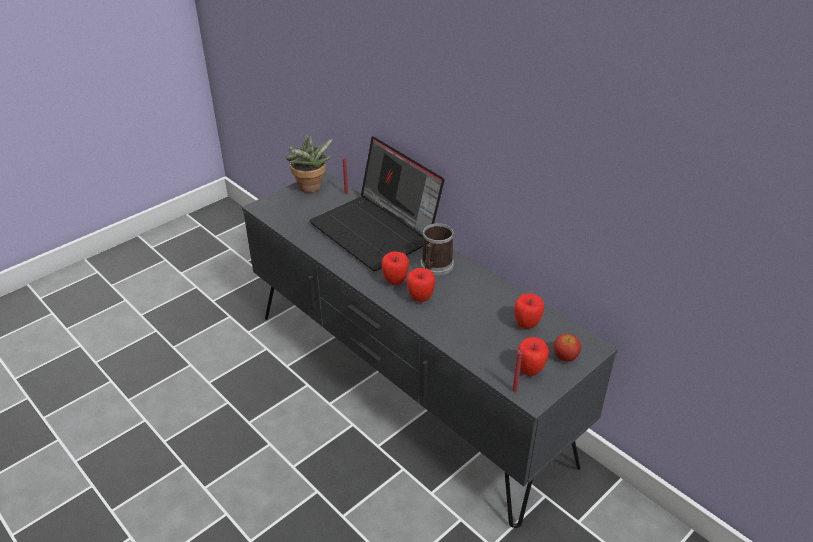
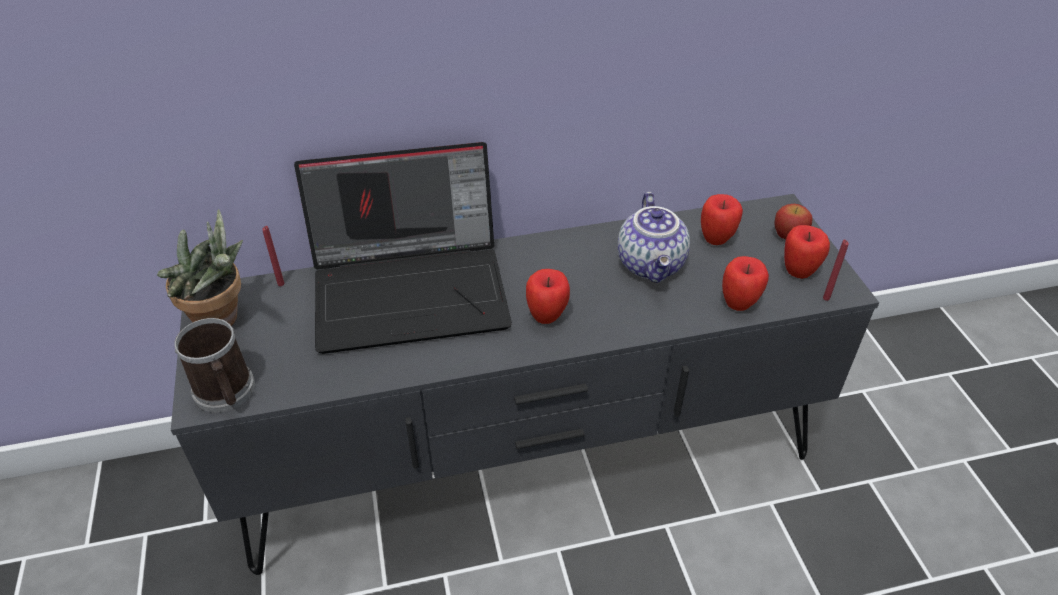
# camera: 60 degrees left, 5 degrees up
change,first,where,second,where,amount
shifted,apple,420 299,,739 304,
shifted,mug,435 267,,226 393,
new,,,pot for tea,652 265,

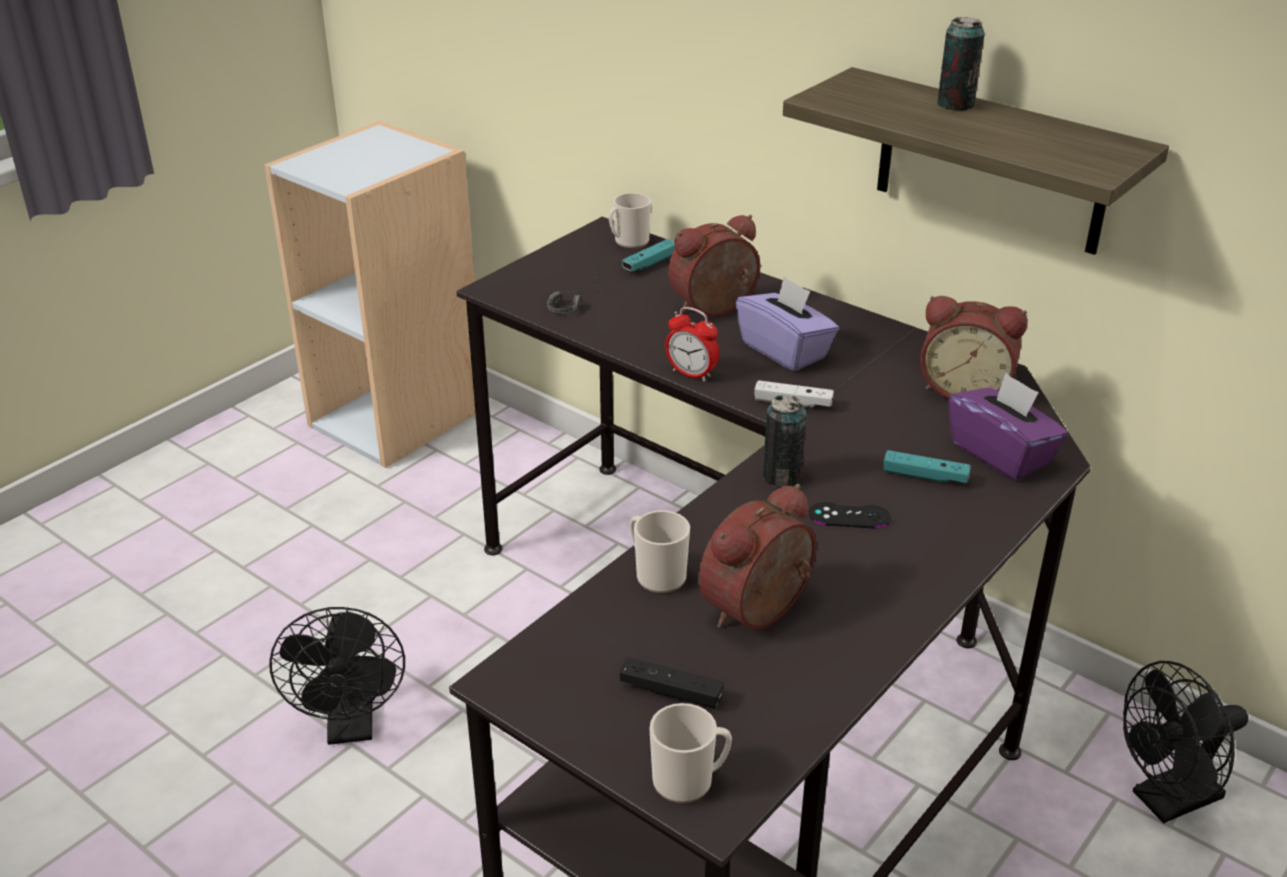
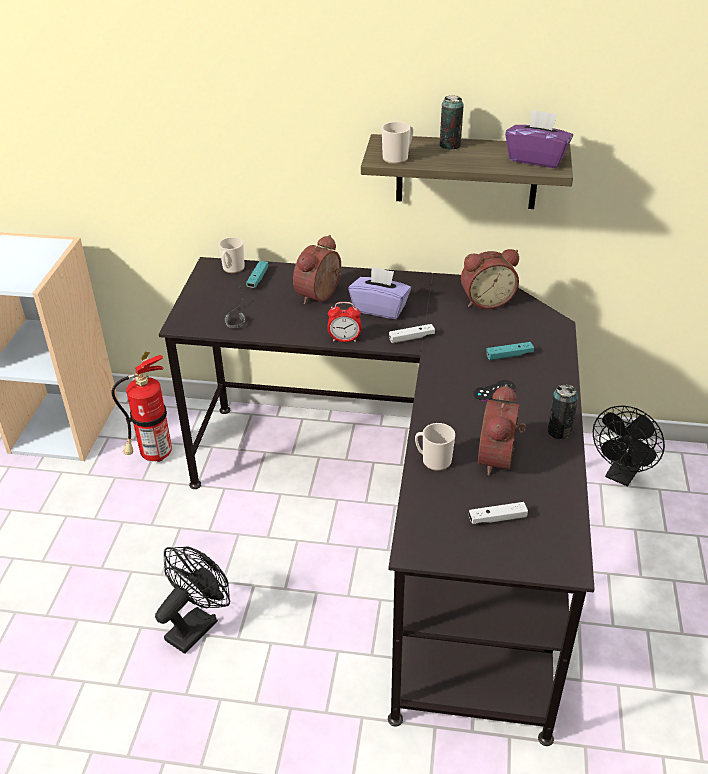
# camera: 30 degrees left, 5 degrees up
change,first,where,second,where,amount
rotated,blackish fan,352 726,,197 625,105 degrees counterclockwise
repainted,blackish joypad,671 692,white-coloured joypad,497 518,
shifted,mug,689 780,,398 157,
shifted,can,782 477,,559 432,
shifted,purple tissue box,1001 454,,536 159,
new,,,fire-fighting cylinder,153 456,

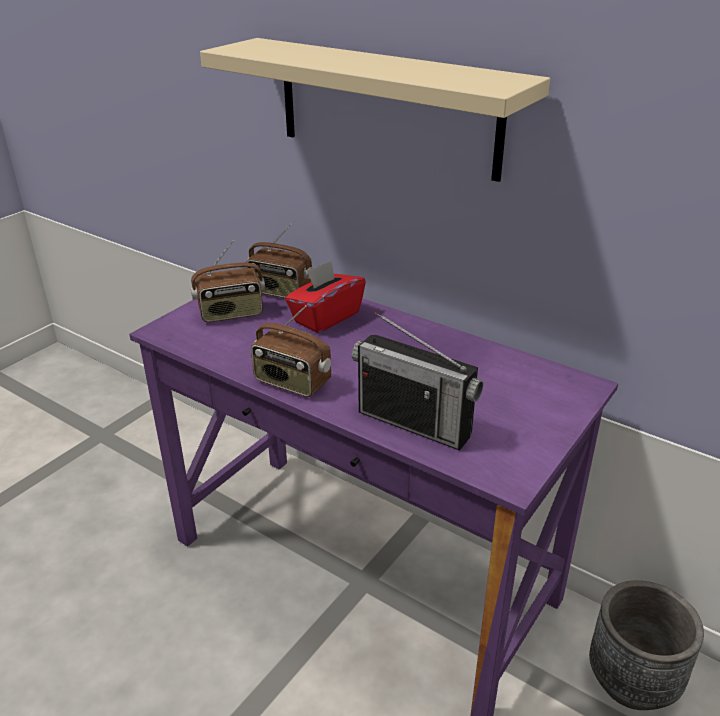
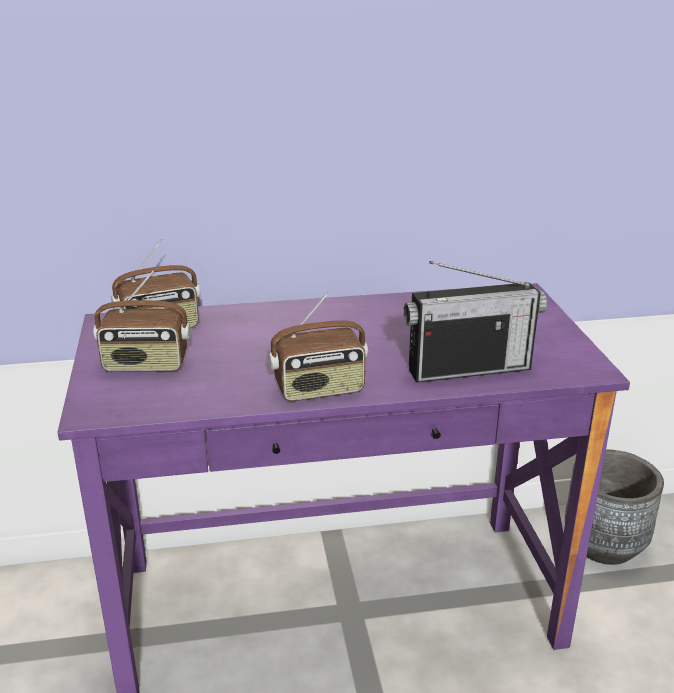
# camera: 45 degrees left, 5 degrees down
change,first,where,second,where,amount
rotated,radio receiver,231 314,,145 365,60 degrees clockwise
gone,sand-coloured shelf,386 107,,,
gone,red tissue box,326 317,,,

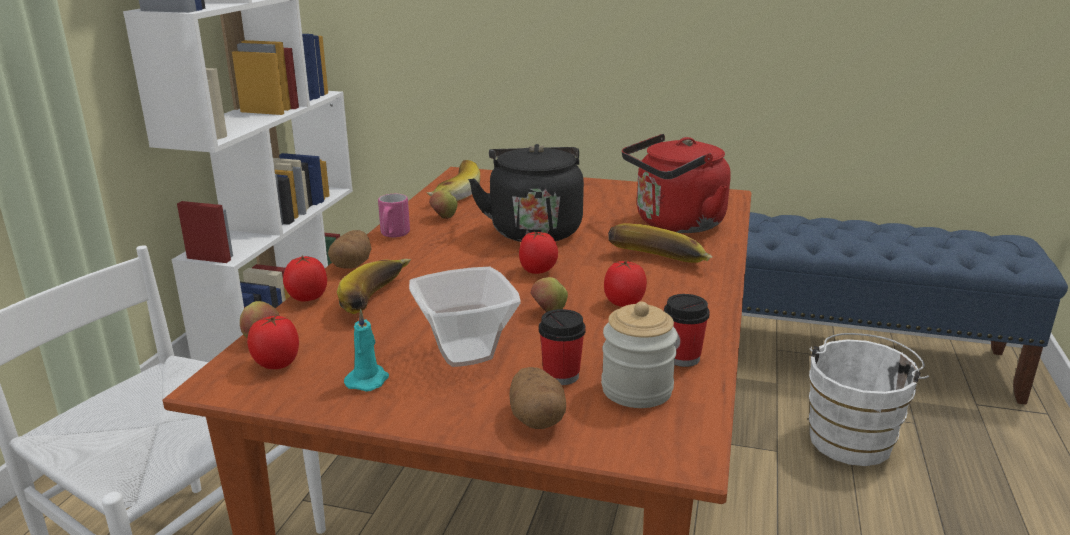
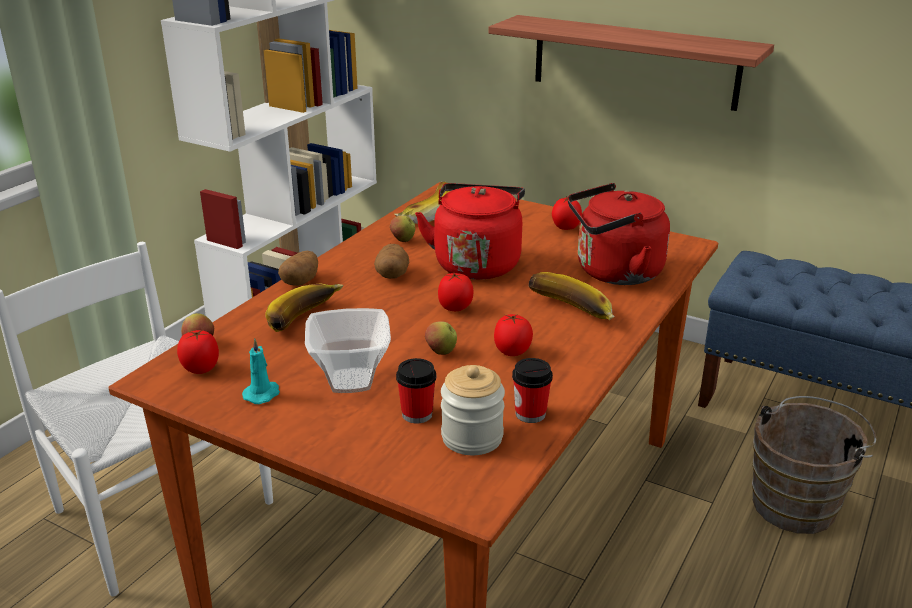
# camera: 15 degrees right, 5 degrees up
change,first,where,second,where,amount
shifted,fresh tomato,307 299,,565 228,
gone,pink mug,393 235,,,
repainted,blackish kettle,534 229,red kettle,477 263,
shifted,spud,536 418,,392 274,
repainted,white-coloured water bucket,852 438,brown water bucket,798 503,
new,,,shelf,634 62,

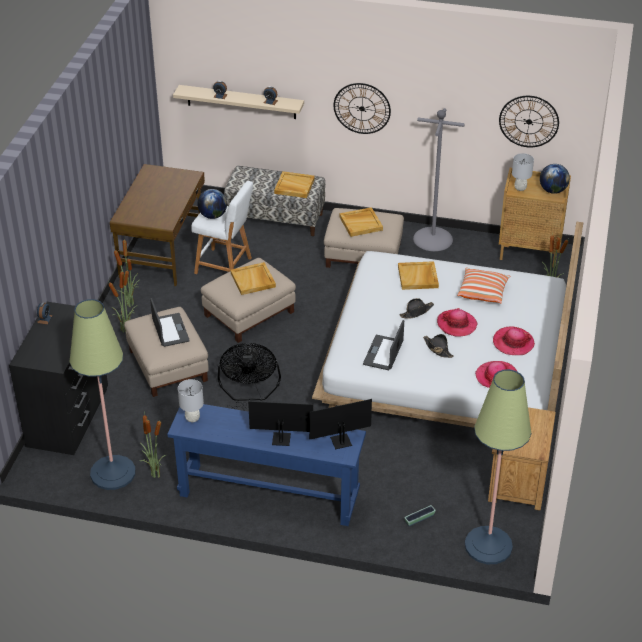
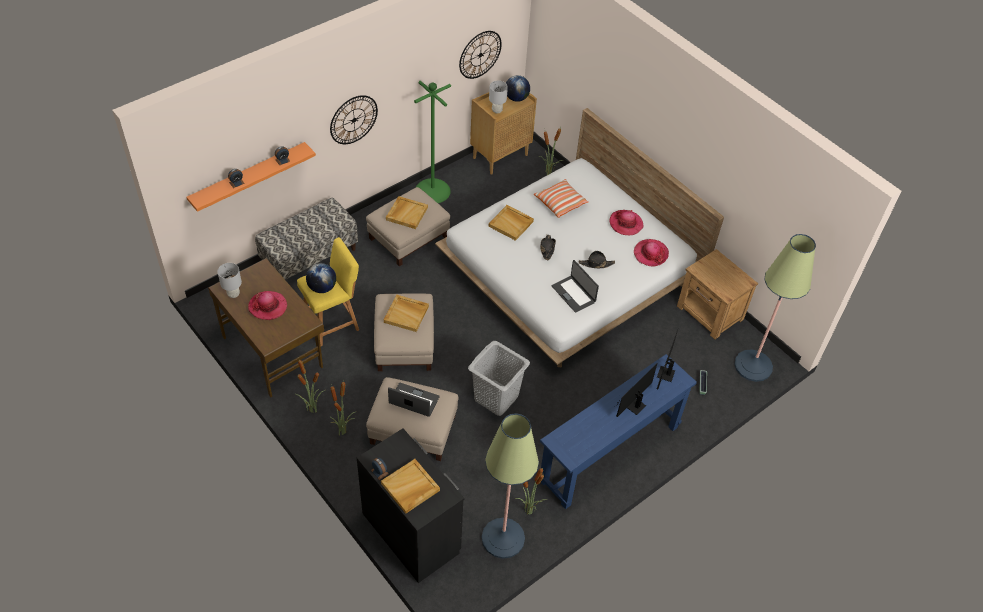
# camera: 55 degrees left, 10 degrees up
change,first,where,second,where,amount
repainted,sand-coloured shelf,241 102,orangey shelf,248 177,
shifted,grey table lamp,192 418,,233 295,
repainted,white-coloured sitting stool,226 266,yellow-coloured sitting stool,333 322,
swapped,blackish fan,251 394,grey washing basket,496 398,
shifted,sand-coloured serving tray,294 186,,410 487,
repainted,grey garment stand,433 239,green-coloured garment stand,432 191,
shifted,wearable hat,456 324,,268 306,

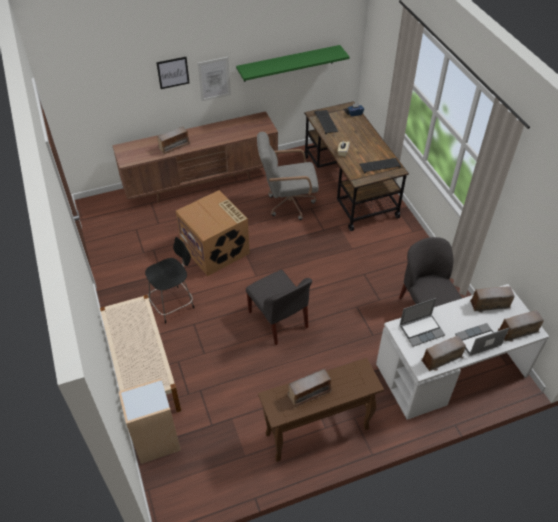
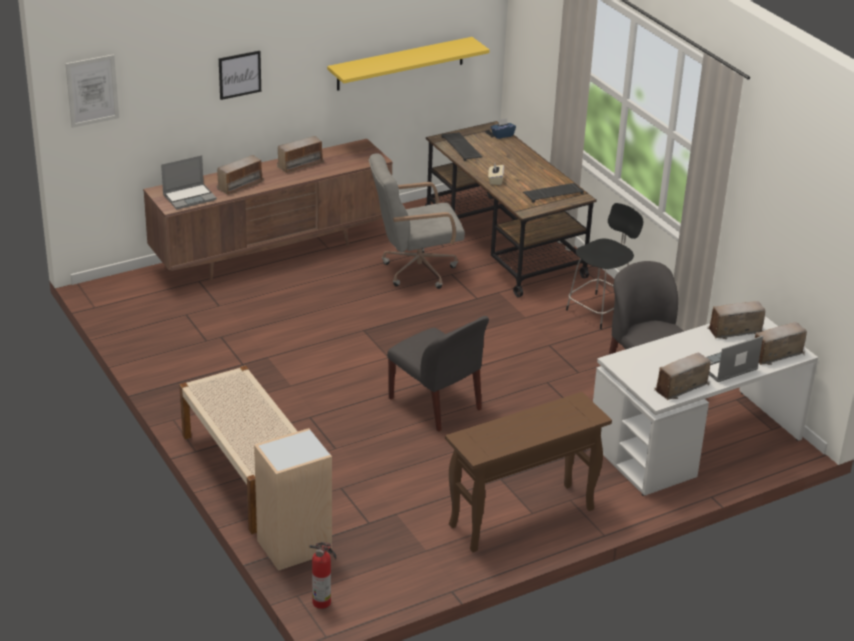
# camera: 10 degrees left, 15 degrees down
change,first,where,second,where,amount
shifted,blackish chair,173 304,,600 310,
gone,carton,216 250,,,
shifted,picture,214 79,,92 90,
repainted,green-coloured shelf,289 63,yellow-coloured shelf,400 64,
shifted,radio receiver,309 393,,300 165,
shifted,portable computer,421 330,,190 197,
new,,,fire-fighting cylinder,323 602,

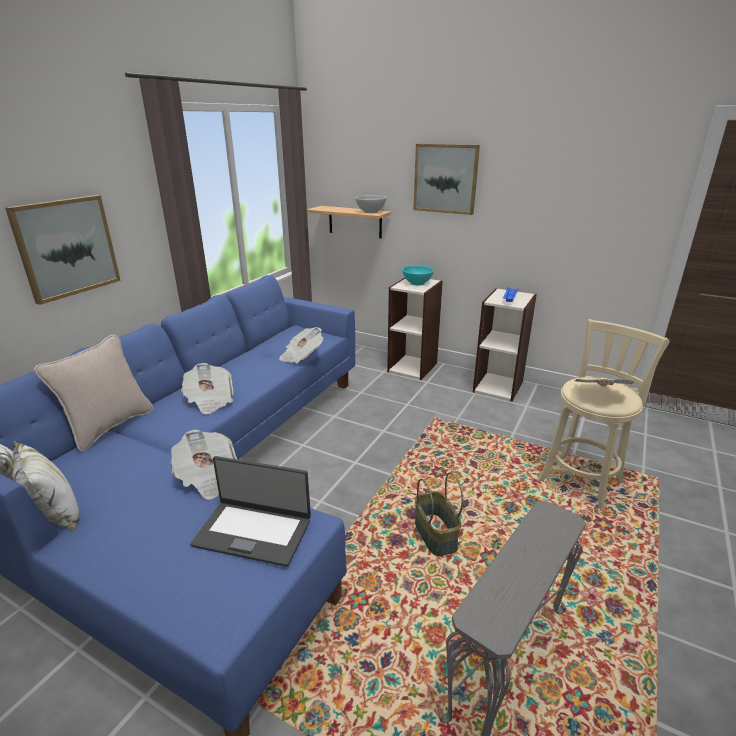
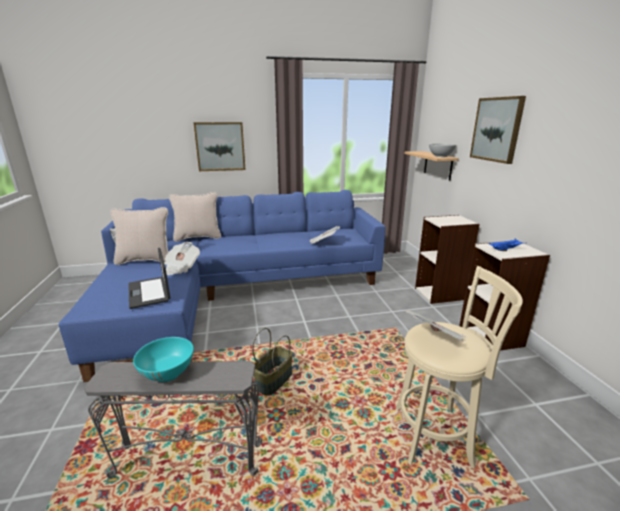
# camera: 50 degrees right, 5 degrees down
change,first,where,second,where,amount
gone,daily paper,210 400,,,
shifted,turquoise bowl,417 283,,168 373,
new,,,sand-coloured cushion,145 260,

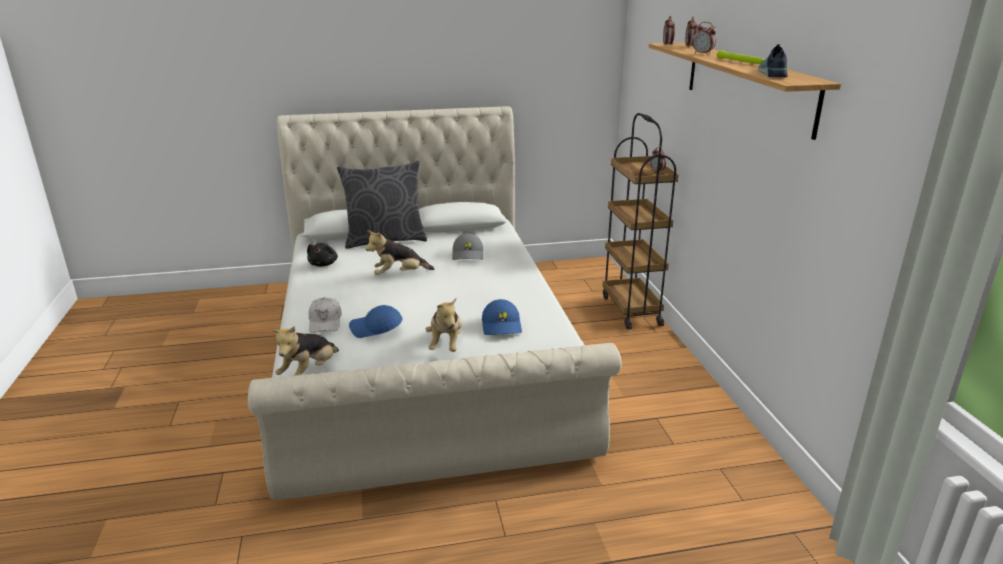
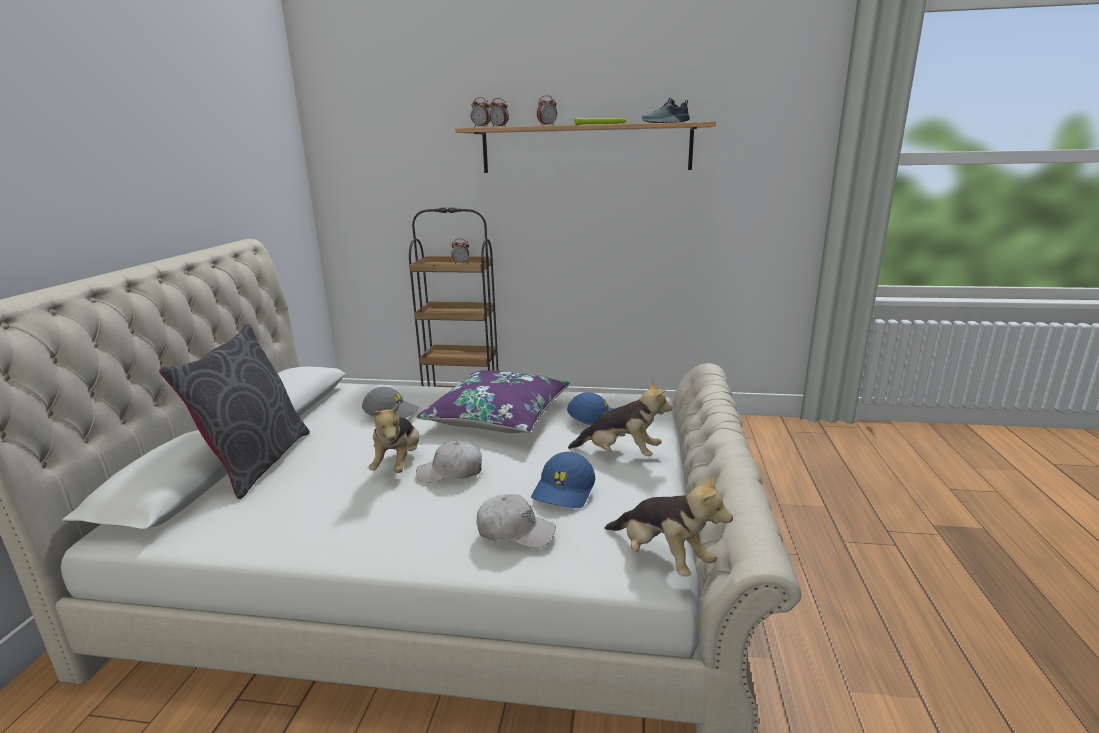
# camera: 70 degrees left, 5 degrees down
change,first,where,second,where,amount
gone,blackish plush toy,323 264,,,
new,,,white-coloured cap,451 472,
new,,,purple cushion,498 416,

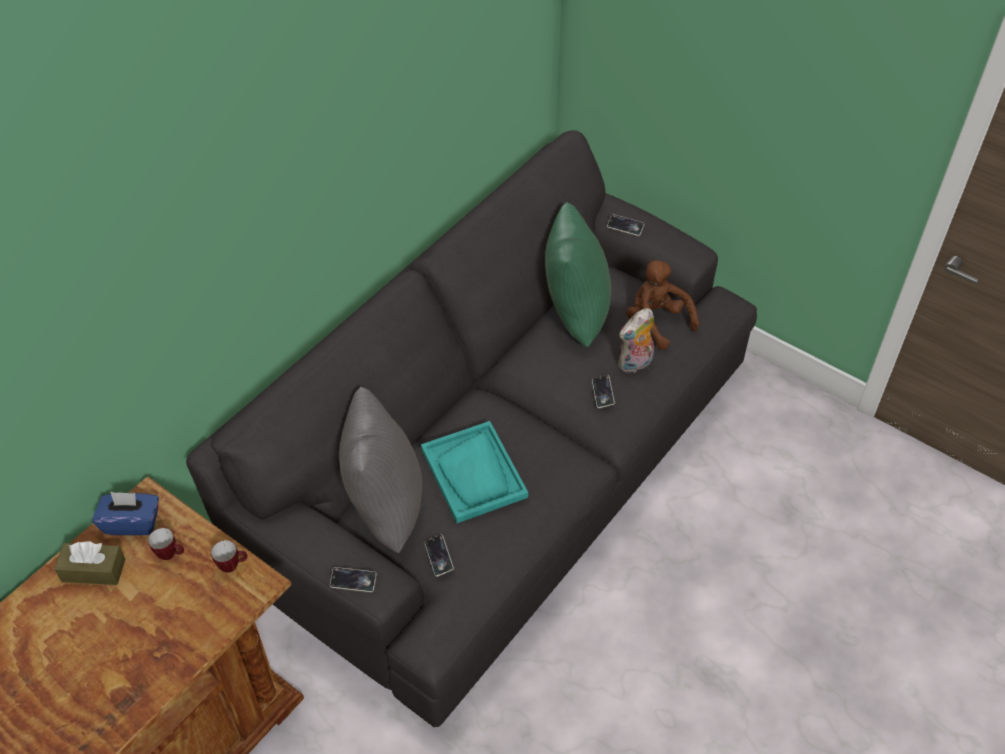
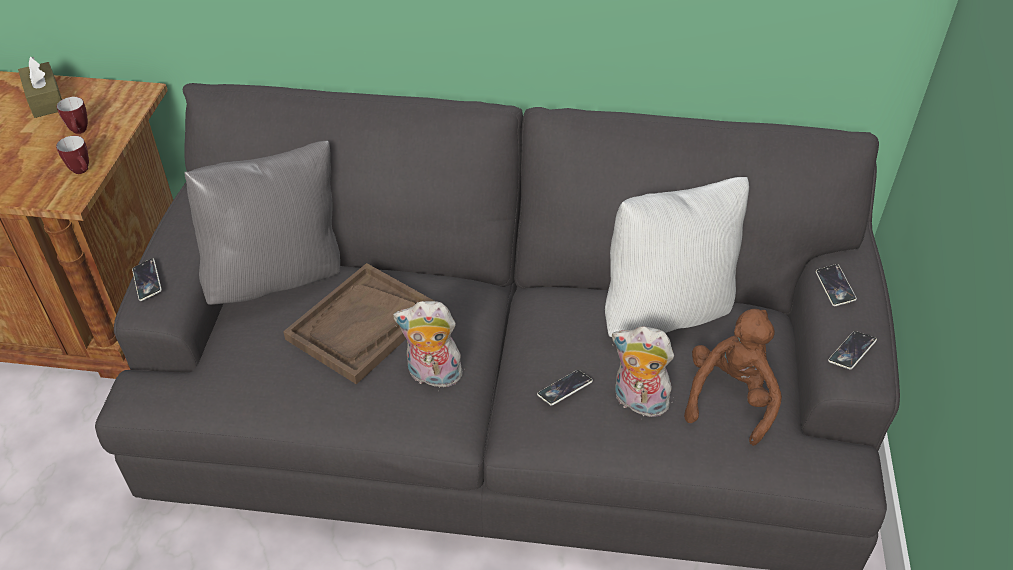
# camera: 60 degrees right, 5 degrees down
change,first,where,second,where,amount
gone,blue-coloured tissue box,132 522,,,
repainted,turquoise serving tray,474 473,brown serving tray,362 325,
shifted,phone,439 557,,851 352,
repainted,green-coloured cushion,573 314,white-coloured cushion,666 312,
new,,,plush toy,432 376,

